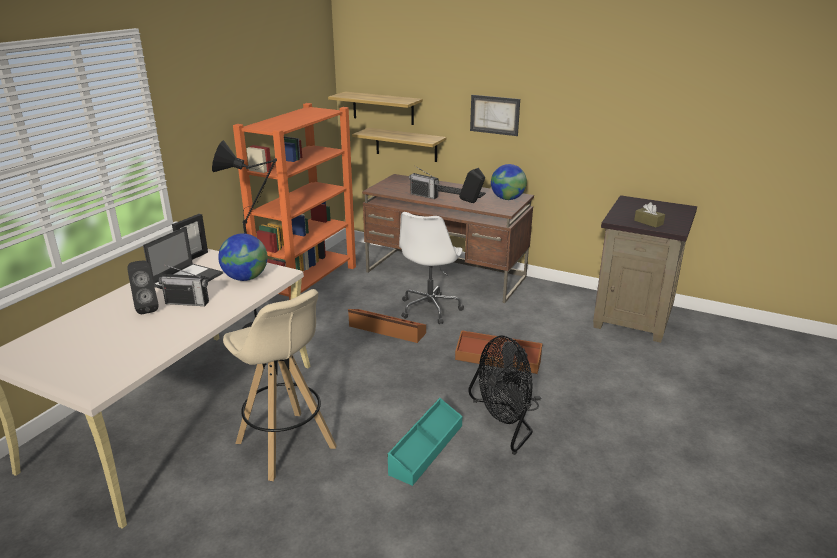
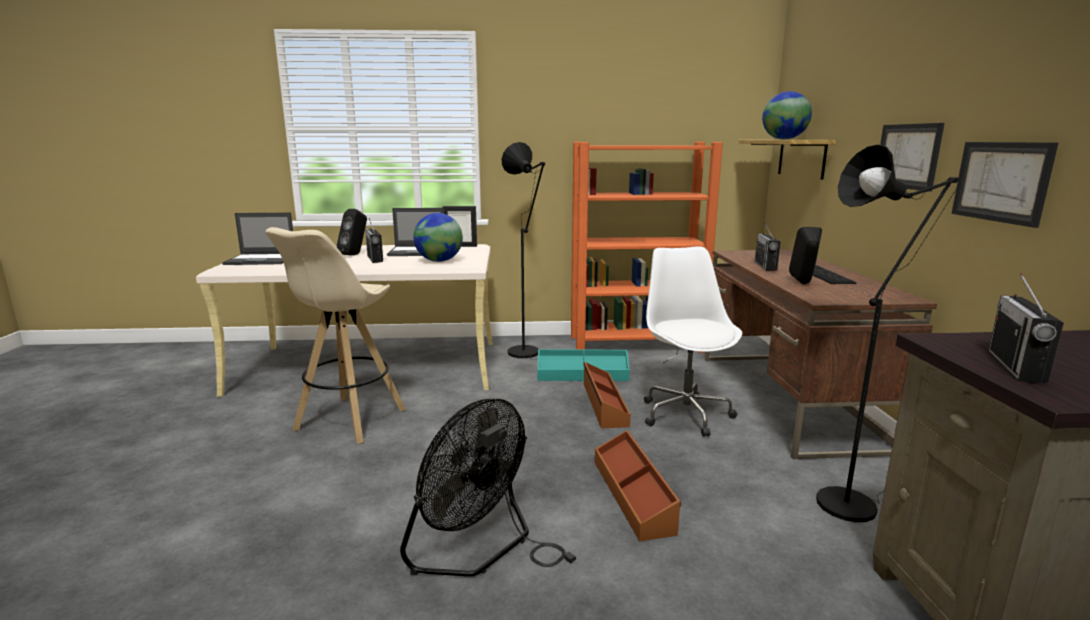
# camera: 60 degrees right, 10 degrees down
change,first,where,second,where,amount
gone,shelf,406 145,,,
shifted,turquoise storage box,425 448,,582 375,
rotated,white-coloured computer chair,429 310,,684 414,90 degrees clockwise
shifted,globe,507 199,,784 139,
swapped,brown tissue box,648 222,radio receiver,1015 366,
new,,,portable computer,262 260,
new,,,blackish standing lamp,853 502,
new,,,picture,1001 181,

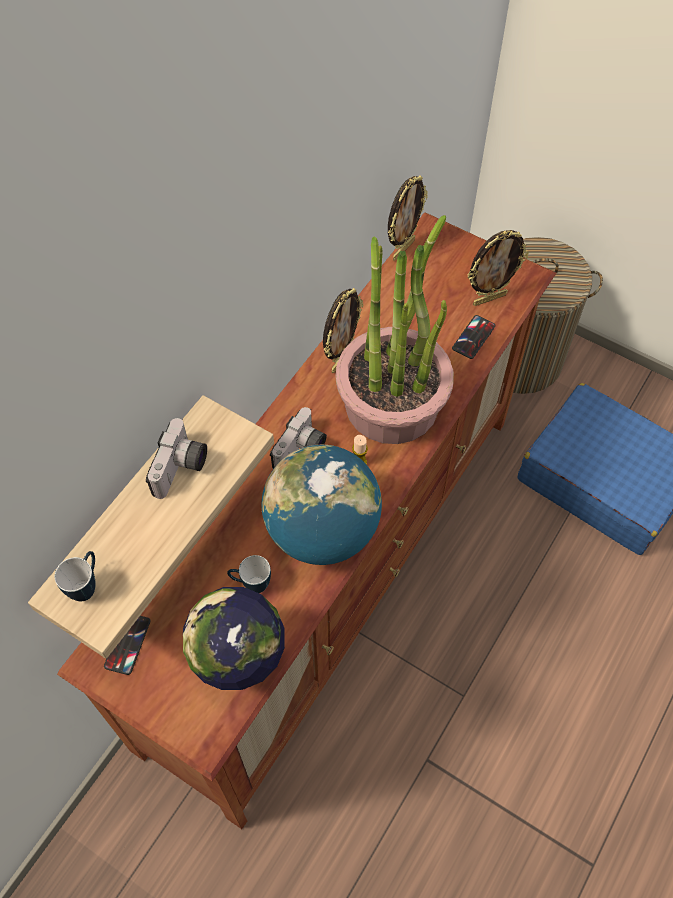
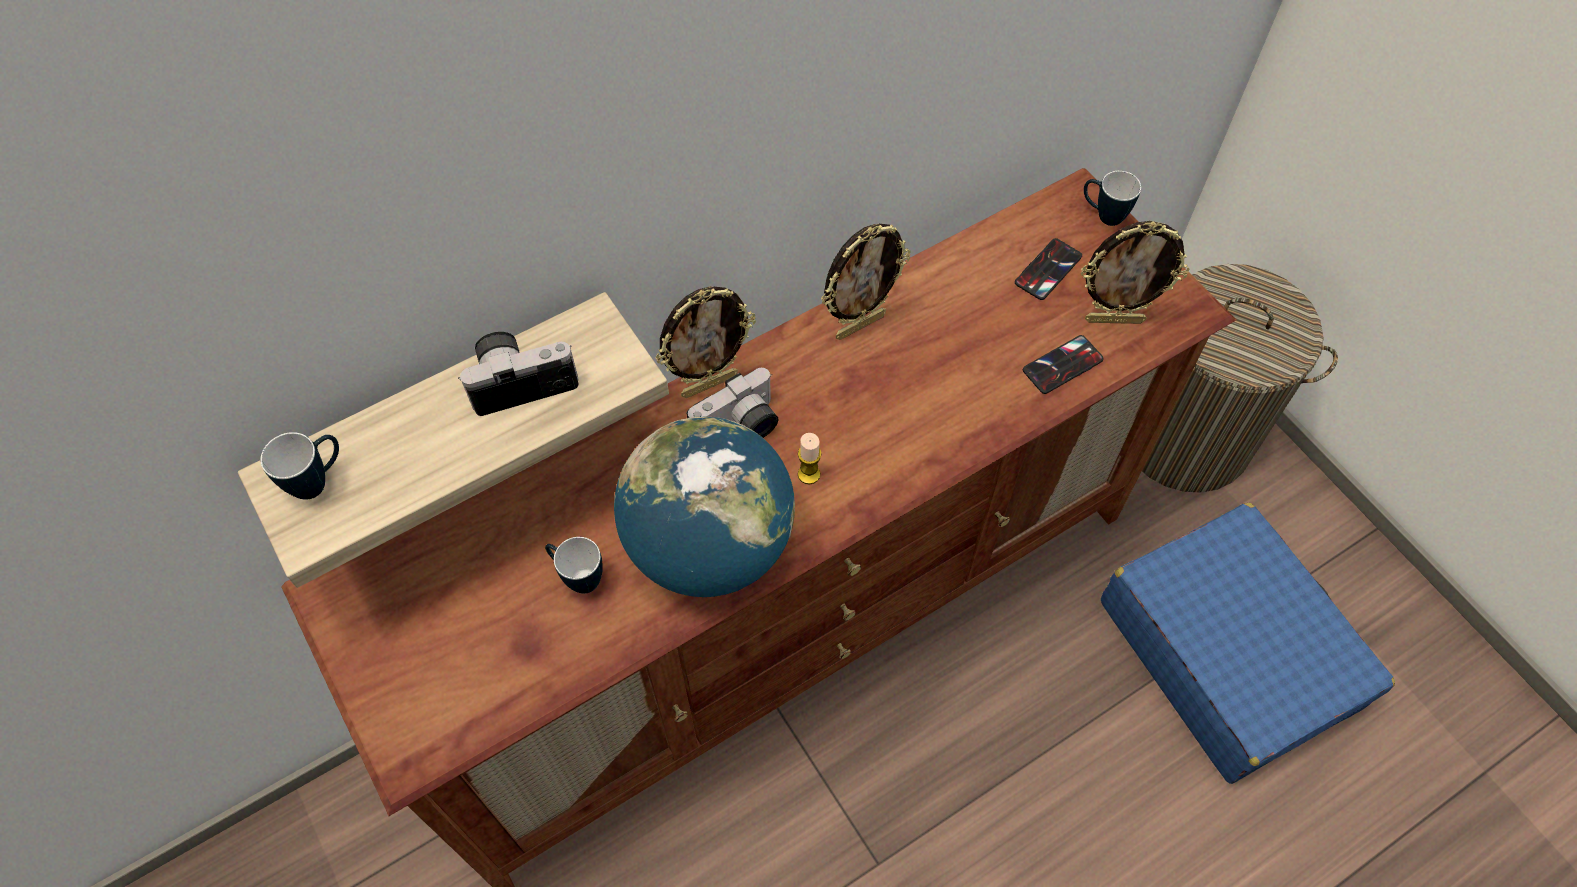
# camera: 25 degrees right, 0 degrees up
change,first,where,second,where,amount
shifted,phone,127 643,,1048 269,
rotated,photo camera,181 469,,521 379,150 degrees counterclockwise
gone,globe,240 663,,,
gone,potted plant,392 402,,,
shifted,picture frame,403 249,,709 384,
new,,,mug,1103 215,

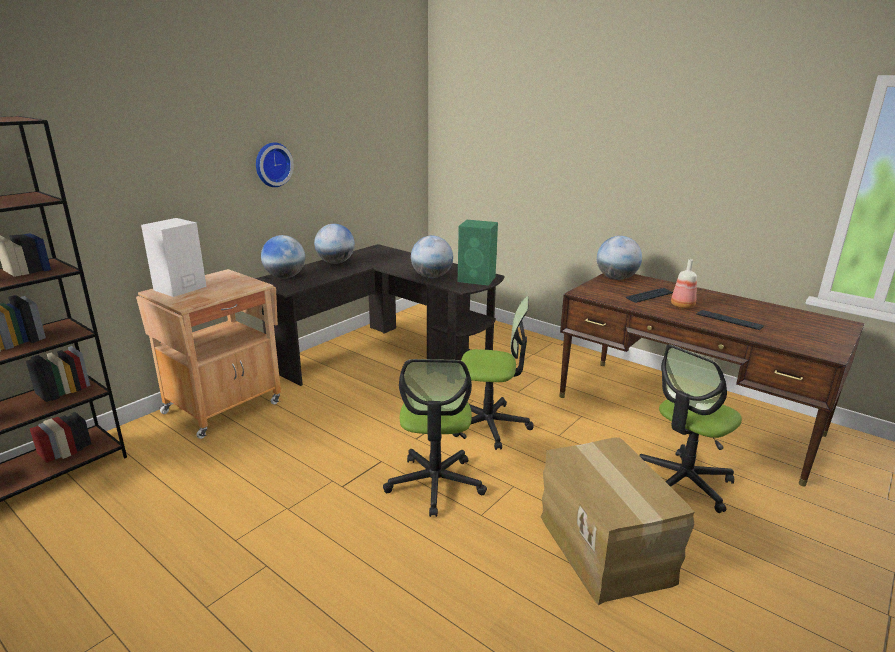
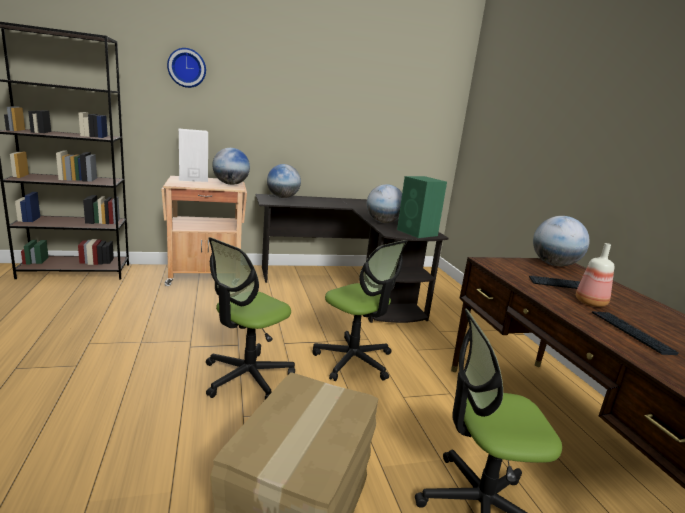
# camera: 35 degrees right, 5 degrees down
change,first,where,second,where,amount
shifted,clock on the wall,272 164,,187 68,
shifted,globe,335 262,,230 184,

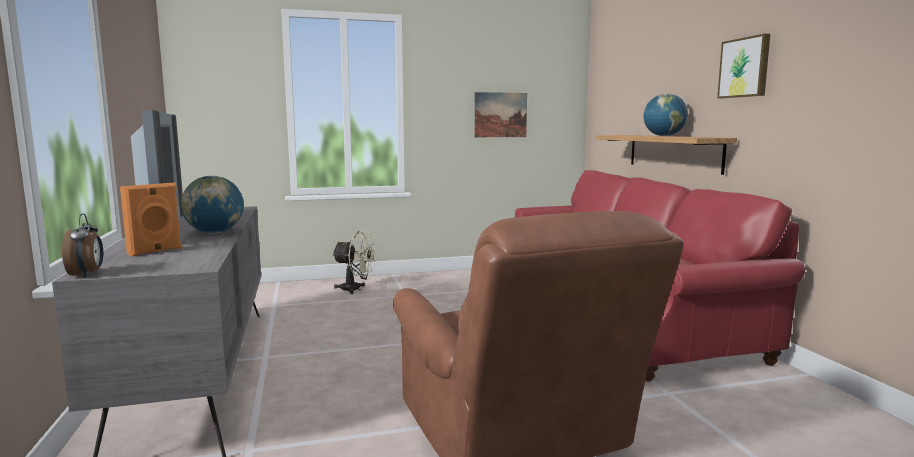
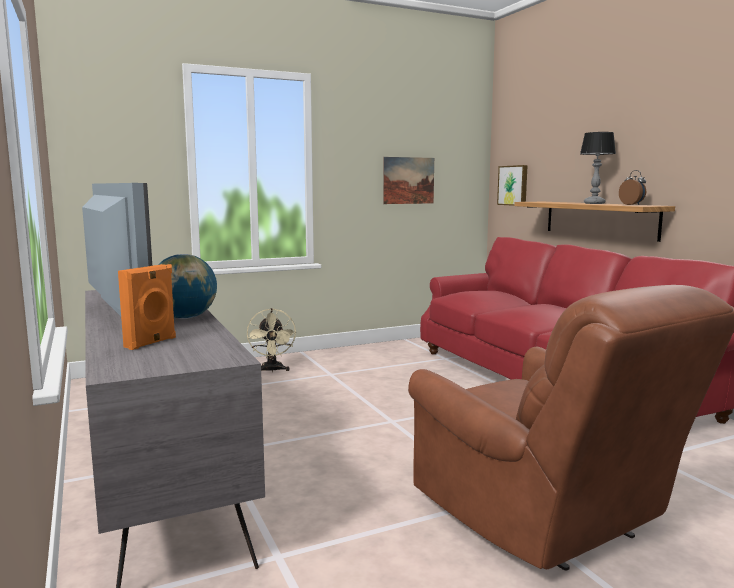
# camera: 10 degrees left, 0 degrees up
change,first,where,second,where,amount
shifted,alarm clock,87 274,,632 205,
rotated,sand-coloured fan,355 289,,272 370,75 degrees clockwise
swapped,globe,664 136,table lamp,593 203,
shifted,picture,745 67,,513 185,

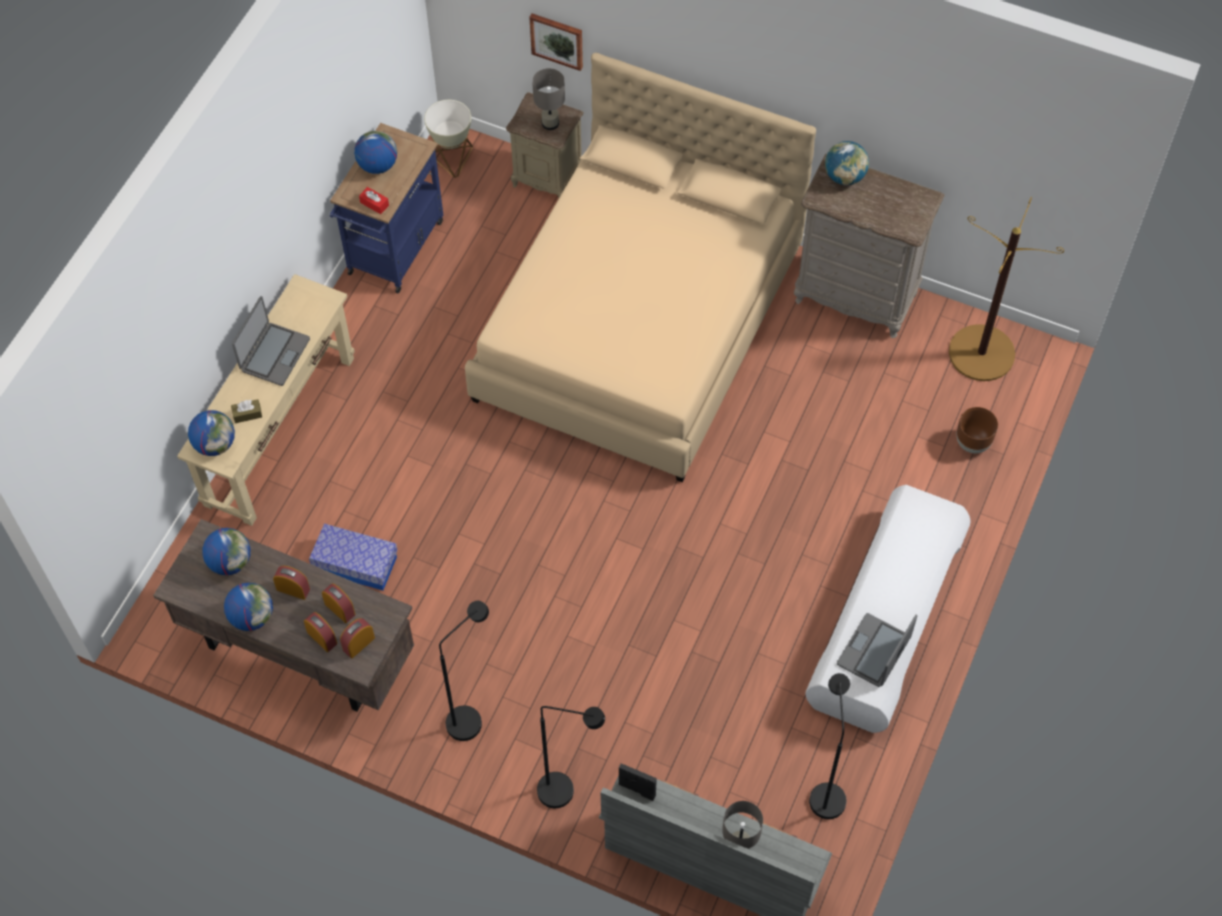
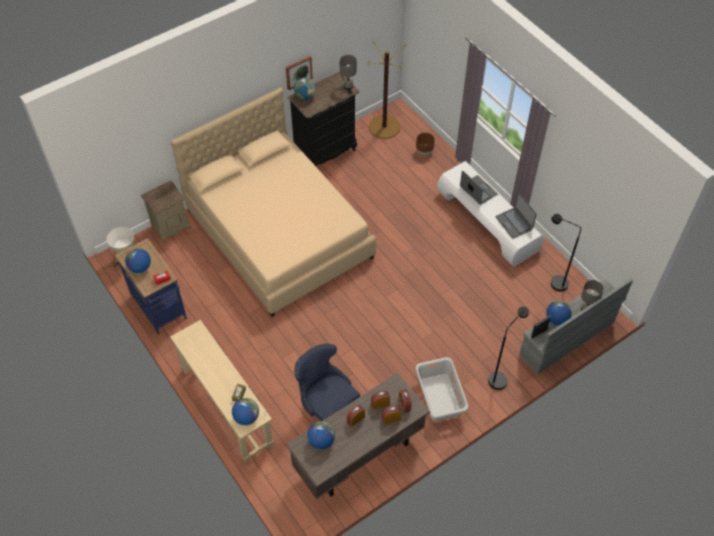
# camera: 60 degrees left, 5 degrees down
change,first,where,second,where,amount
shifted,globe,252 617,,556 319,
shifted,portable computer,274 354,,478 191,
swapped,storage box,356 564,blue-coloured chair,327 408,
swapped,blackish standing lamp,470 716,grey washing basket,439 397,
shifted,picture,557 40,,298 72,
shifted,grey table lamp,550 123,,348 86,
repainted,sand-coloured dresser,855 299,blackish dresser,326 153,

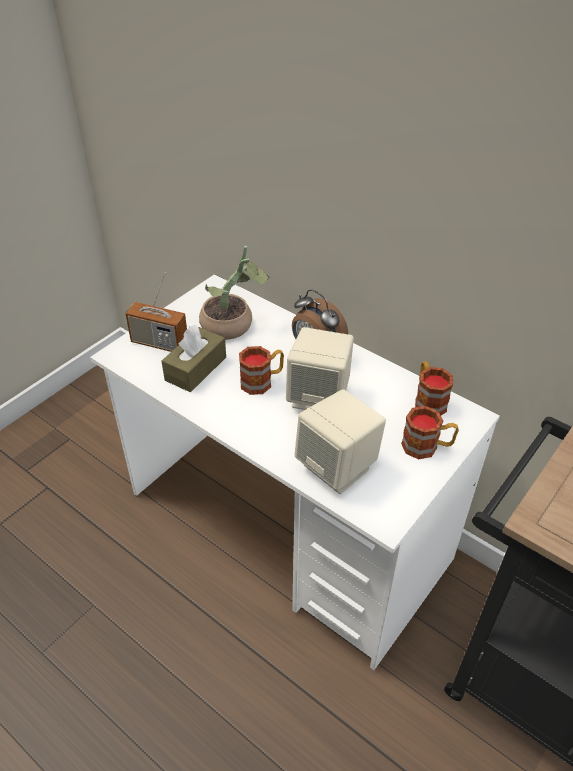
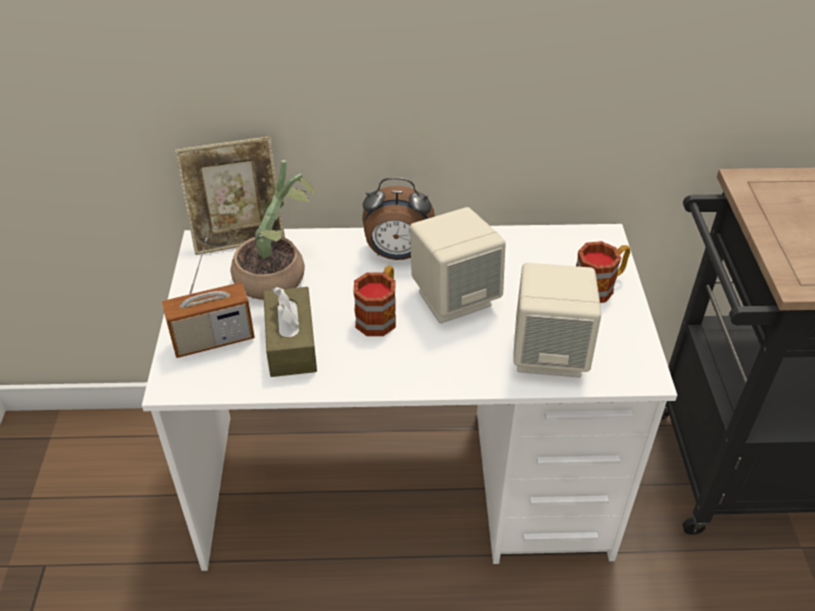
# camera: 40 degrees left, 0 degrees up
change,first,where,second,where,amount
gone,mug,428 400,,,
new,,,picture frame,238 236,

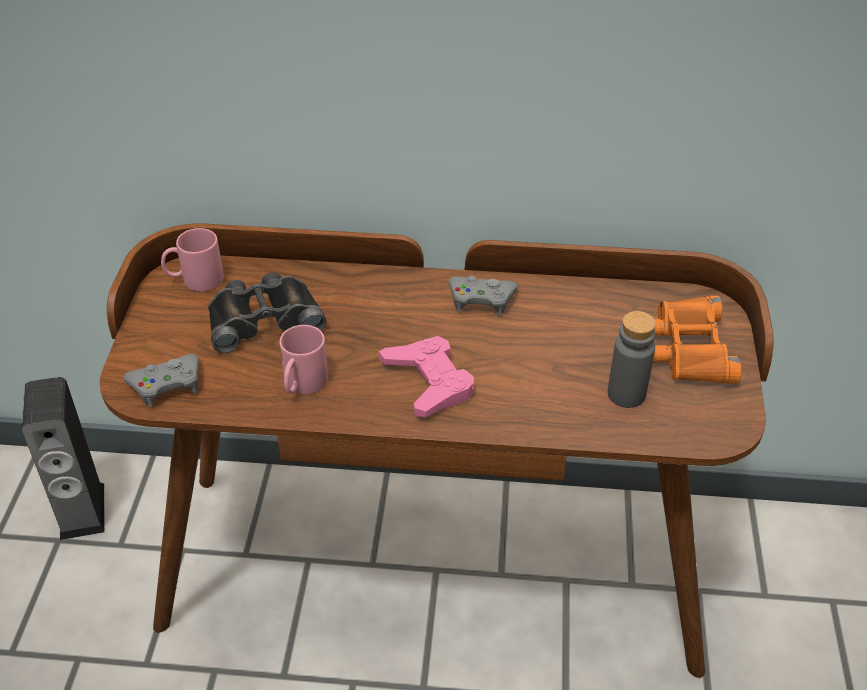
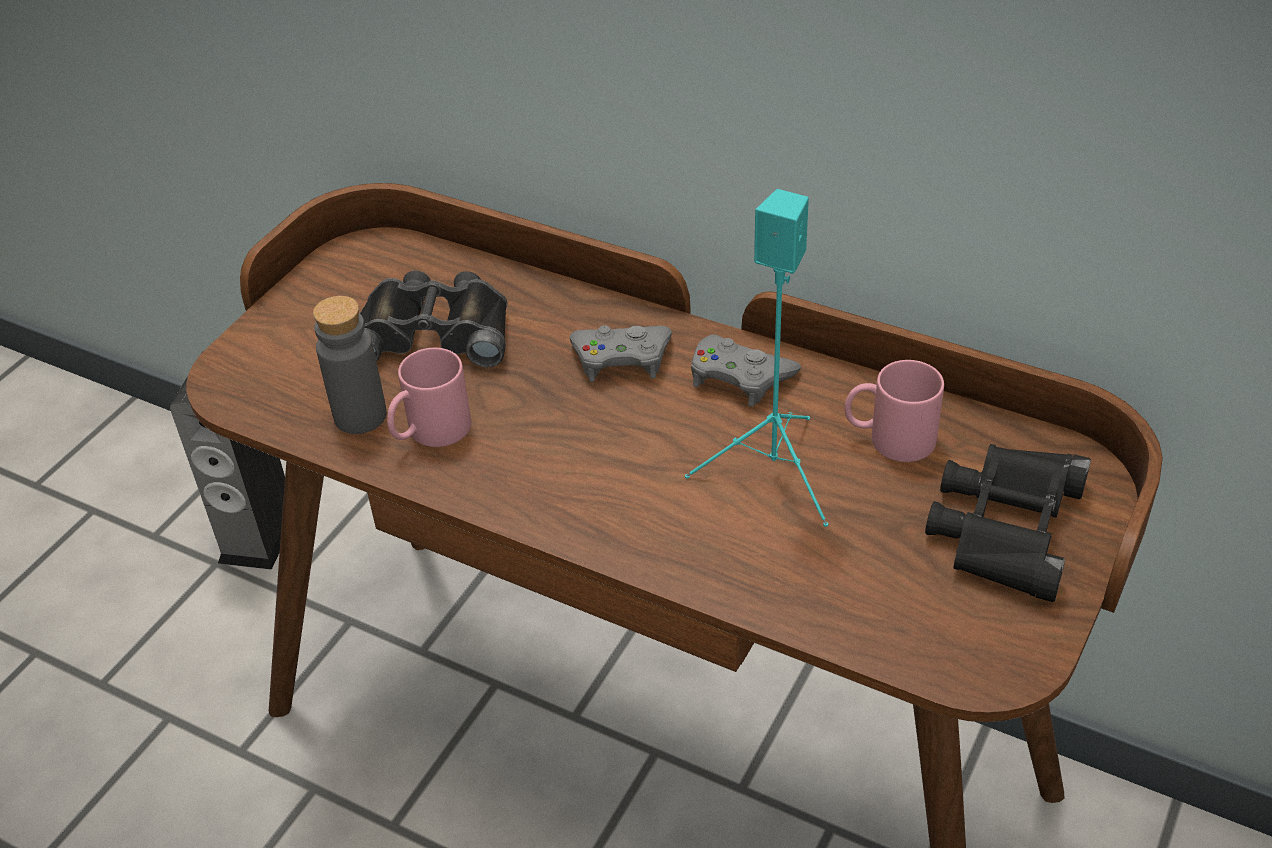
# camera: 25 degrees right, 0 degrees up
change,first,where,second,where,amount
shifted,grey joypad,166 384,,621 358,
shifted,pink mug,195 280,,889 439,
gone,pink joypad,429 382,,,
shifted,grey drink bottle,626 394,,360 416,
repainted,orangey pair of binoculars,685 348,blackish pair of binoculars,1004 526,
new,,,turquoise speaker,775 473,

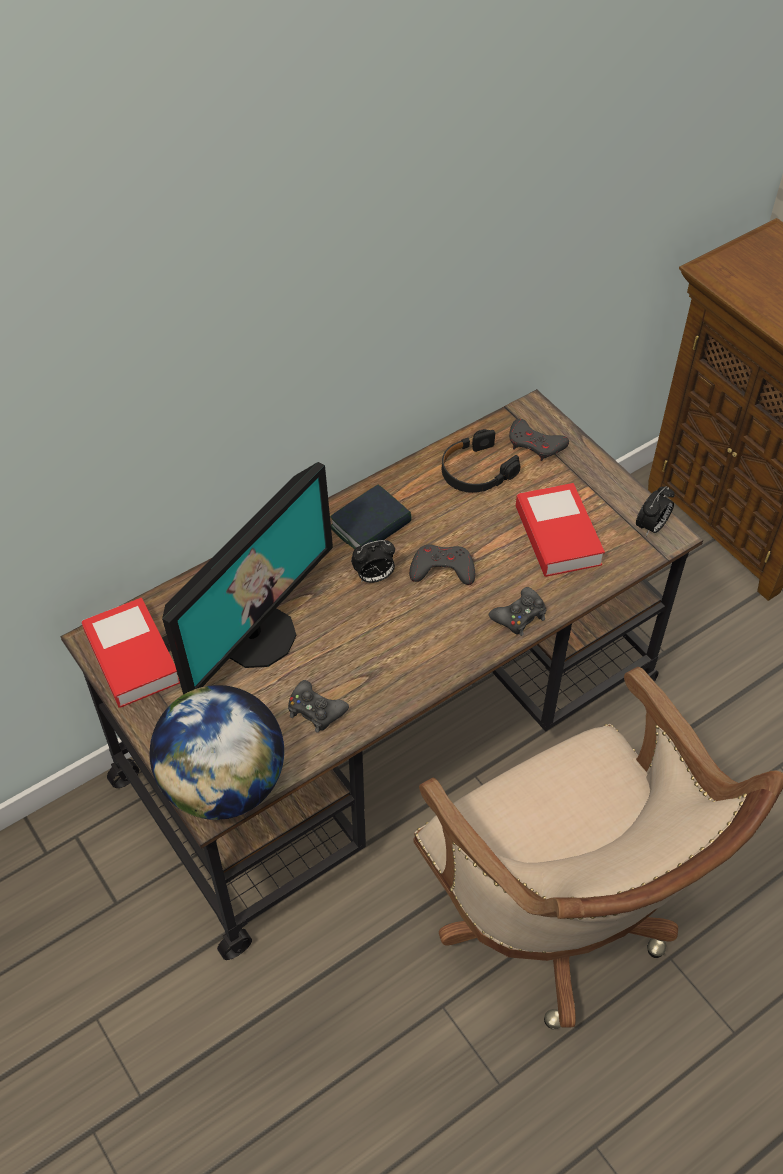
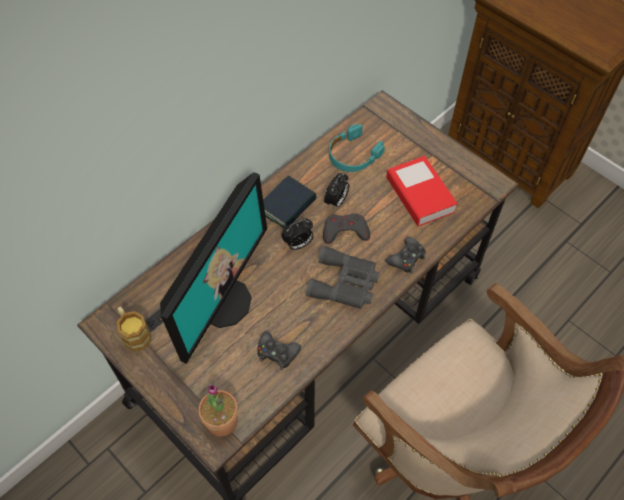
# camera: 10 degrees left, 5 degrees up
change,first,where,second,where,amount
swapped,volume,132 658,mug,134 333,
swapped,globe,224 784,potted plant,221 421,
repainted,blackish headset,476 471,turquoise headset,353 155,
gone,grey joypad,535 444,,,
shifted,alarm clock,651 527,,336 202,
new,,,grey pair of binoculars,345 283,

